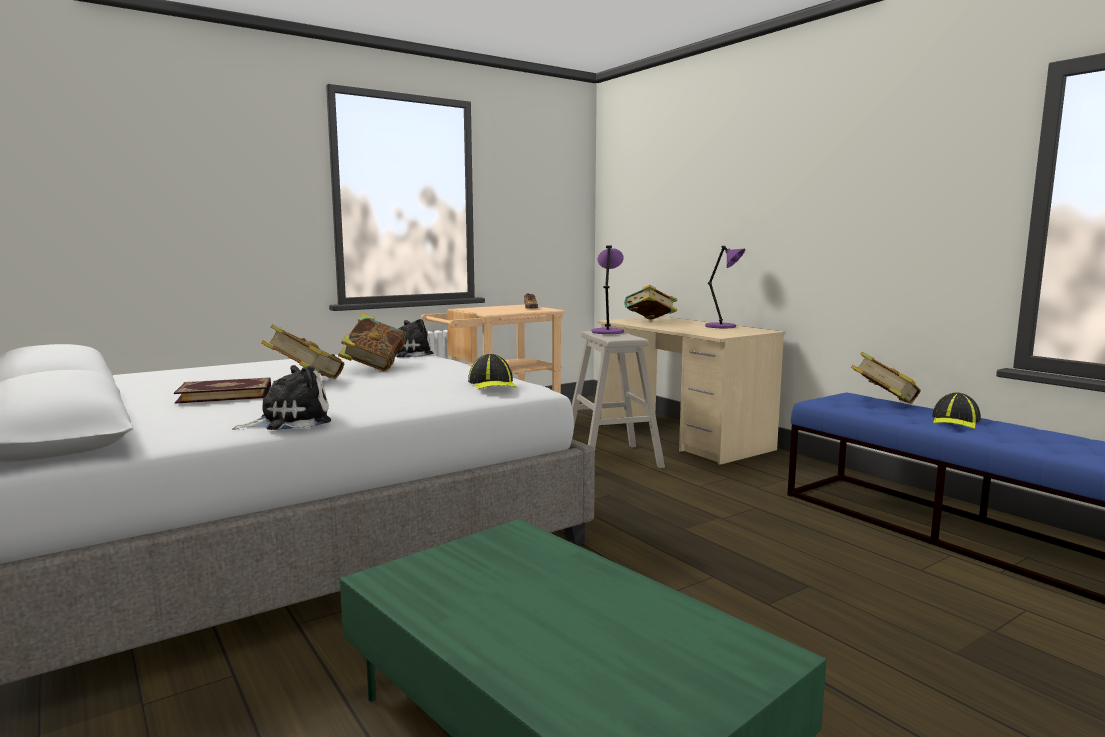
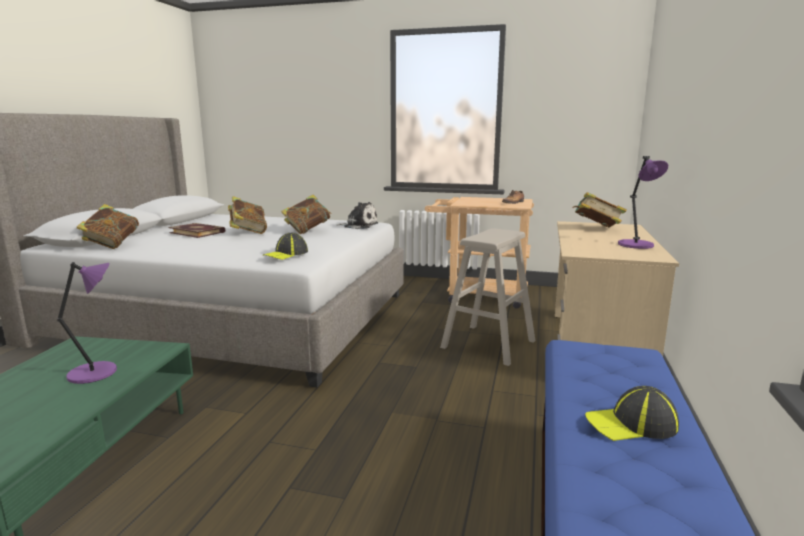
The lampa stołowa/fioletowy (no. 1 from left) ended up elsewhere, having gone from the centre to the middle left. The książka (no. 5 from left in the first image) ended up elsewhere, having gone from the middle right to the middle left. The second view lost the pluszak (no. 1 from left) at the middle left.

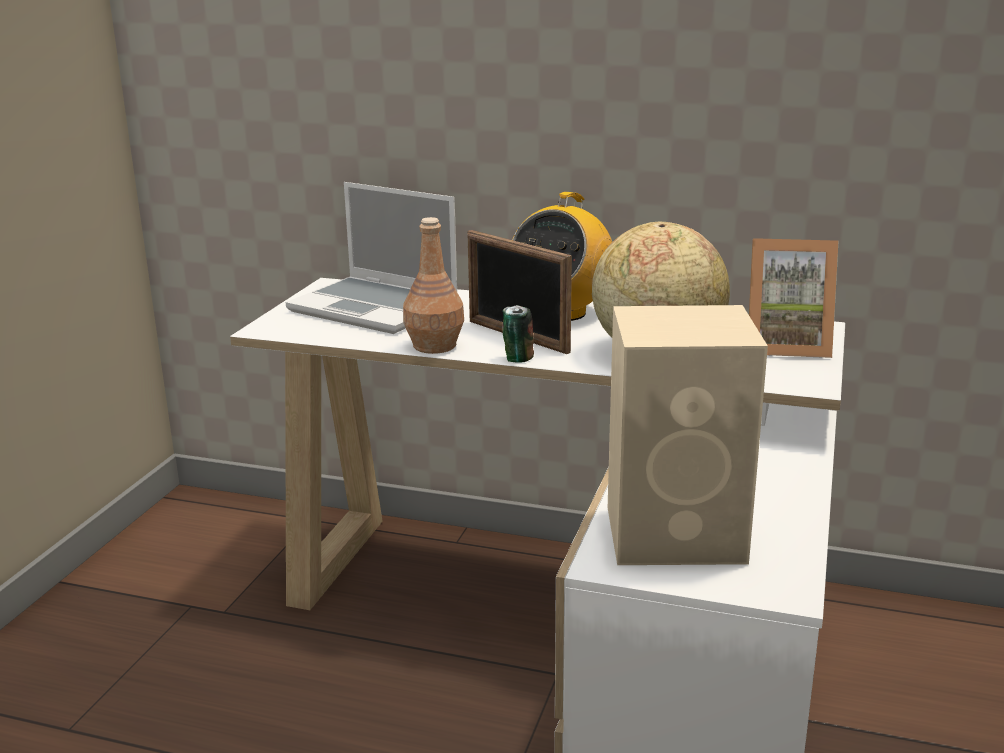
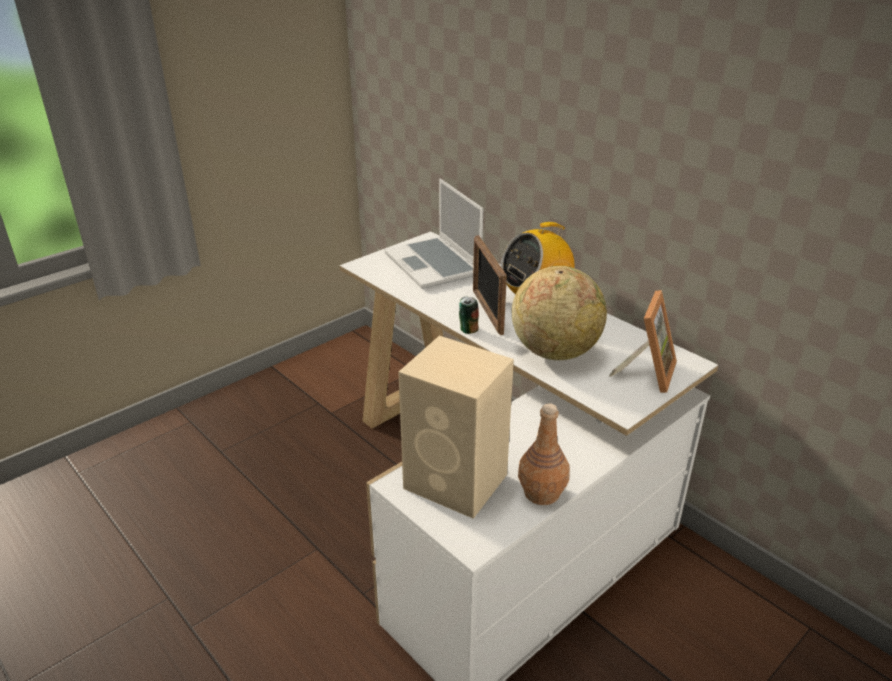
The butelka/brązowy ended up elsewhere, having gone from the centre to the bottom centre. The ramka na zdjęcie (no. 2 from left) at the middle right ended up facing another way, 105 degrees counterclockwise from before.

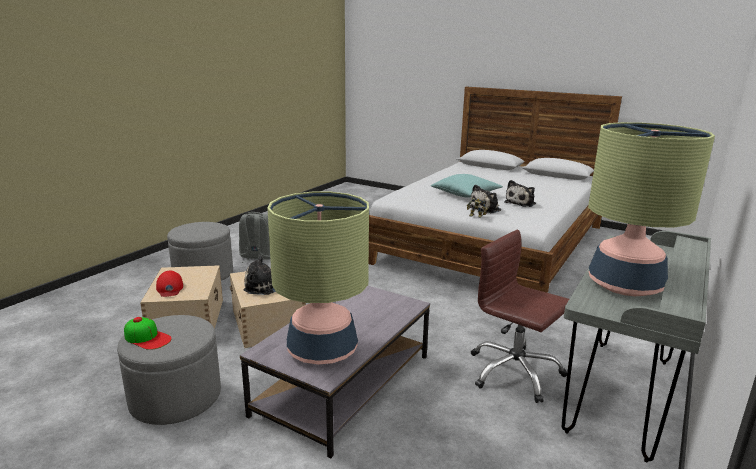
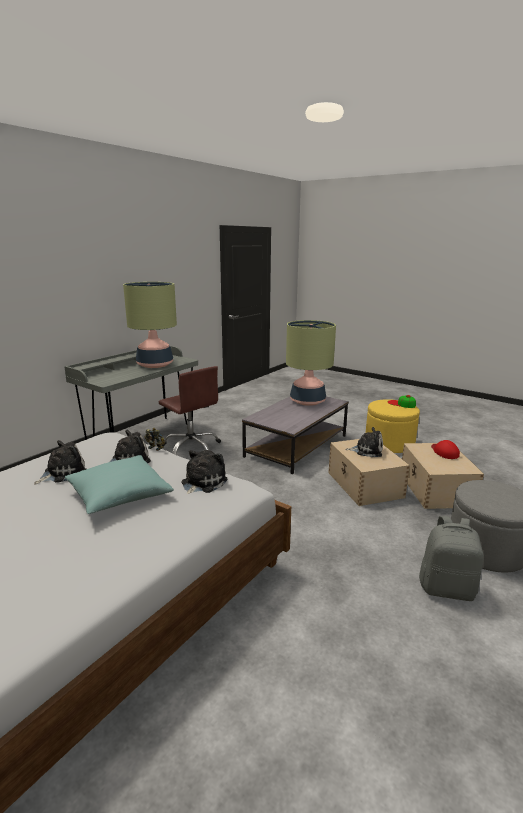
What was the pufa/szary (no. 1 from left) at the bottom left turned into the pufa/żółty at the middle right. The second view gained the pluszak (no. 3 from left) at the centre.

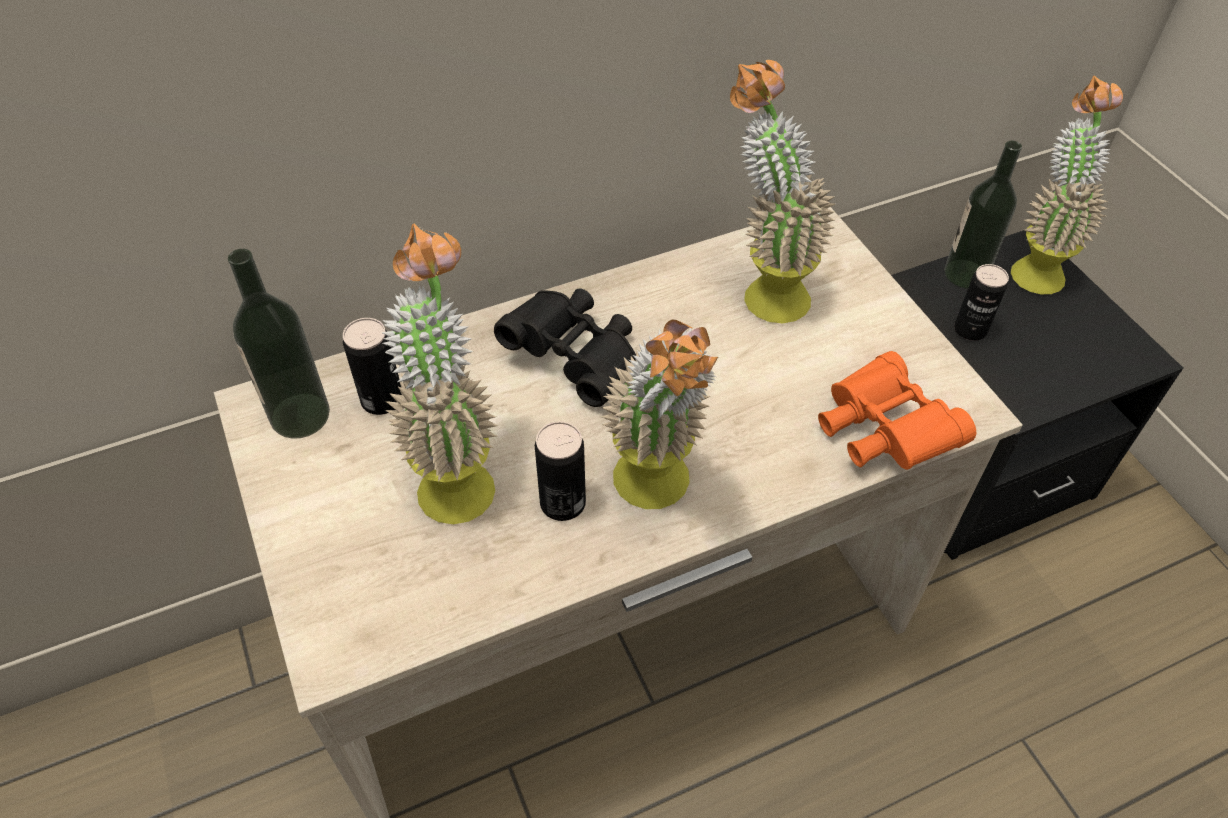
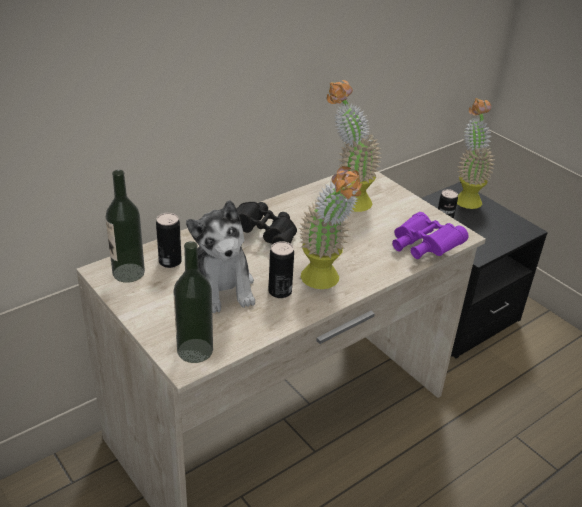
The butelka (no. 2 from left) ended up elsewhere, having gone from the top right to the middle left. Where the roślina doniczkowa (no. 1 from left) stood at the centre, the pluszak came to stand at the centre. What was the lornetka/pomarańczowy at the middle right turned into the lornetka/fioletowy at the middle right.

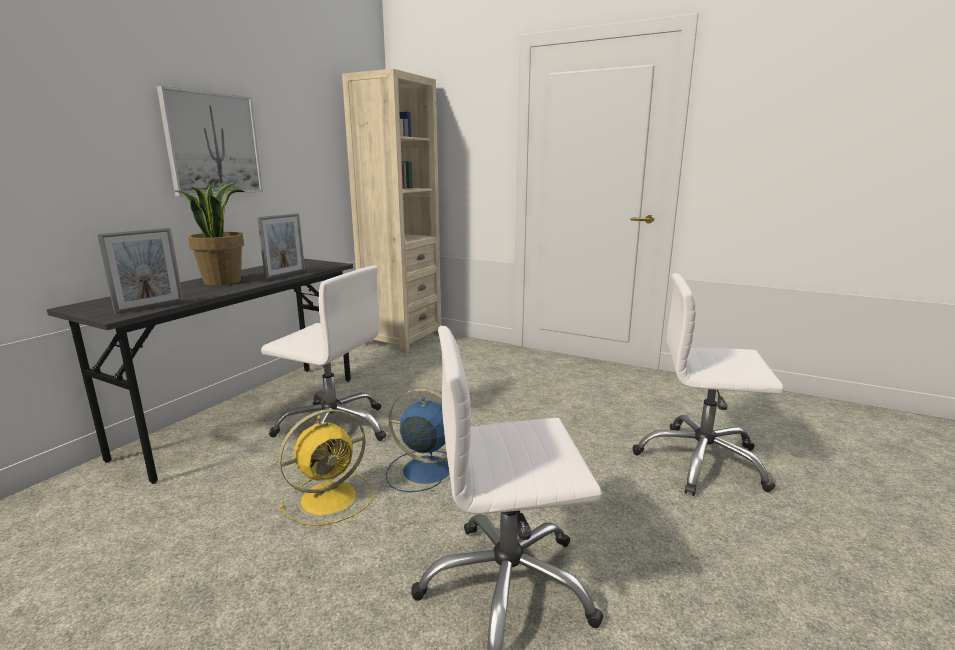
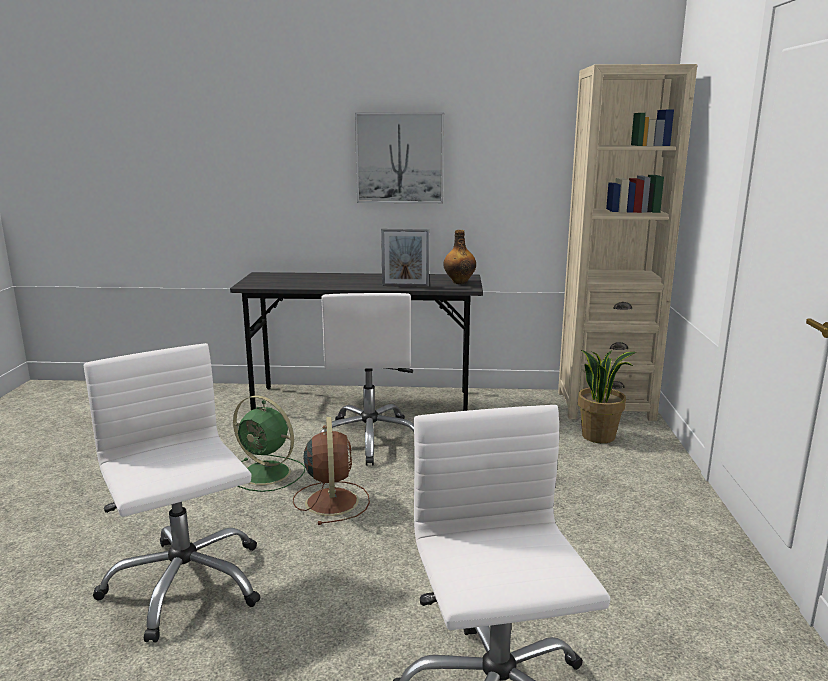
The roślina doniczkowa ended up elsewhere, having gone from the middle left to the middle right. The second view lost the ramka na zdjęcie (no. 1 from left) at the middle left. What was the wentylator/niebieski at the bottom centre turned into the wentylator/brązowy at the bottom centre. What was the wentylator/żółty at the bottom centre turned into the wentylator/zielony at the middle left. The second view gained the butelka at the centre.

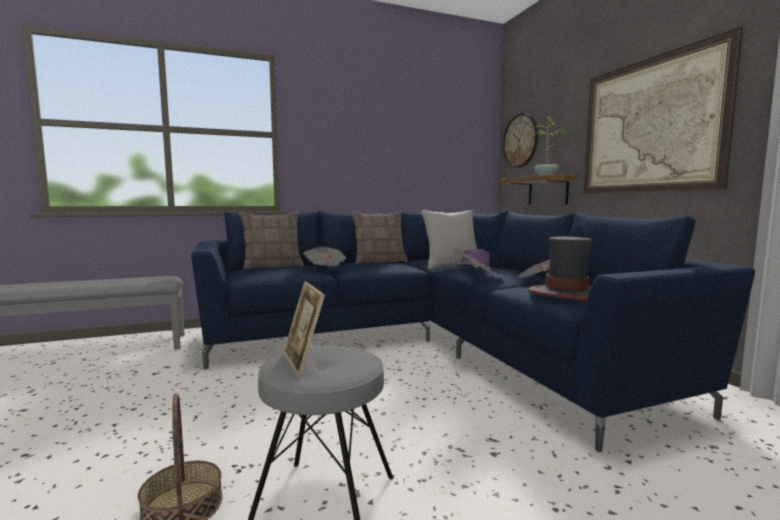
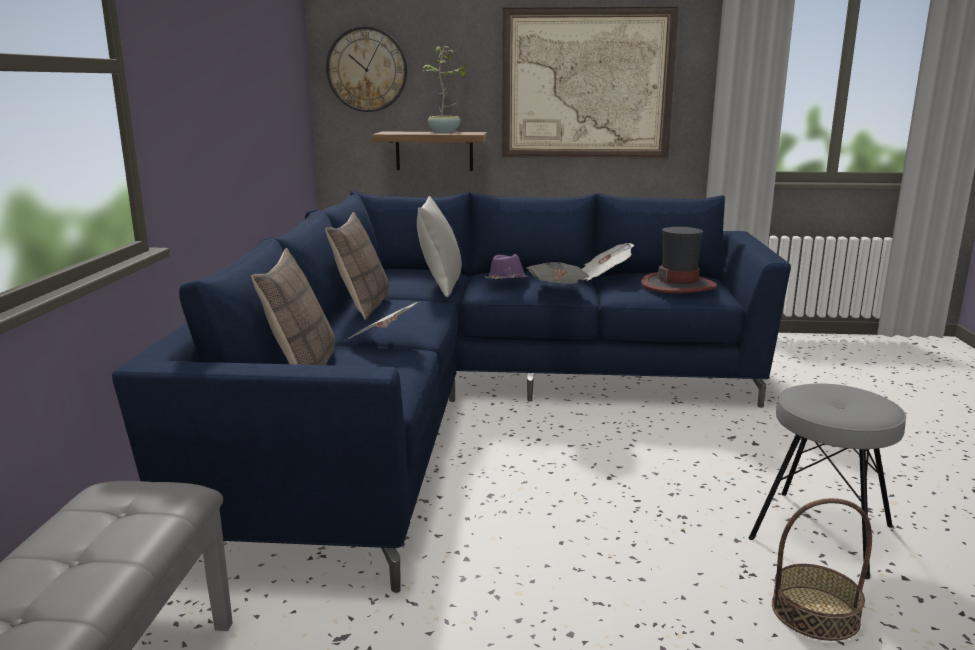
The second view lost the ramka na zdjęcie at the centre.

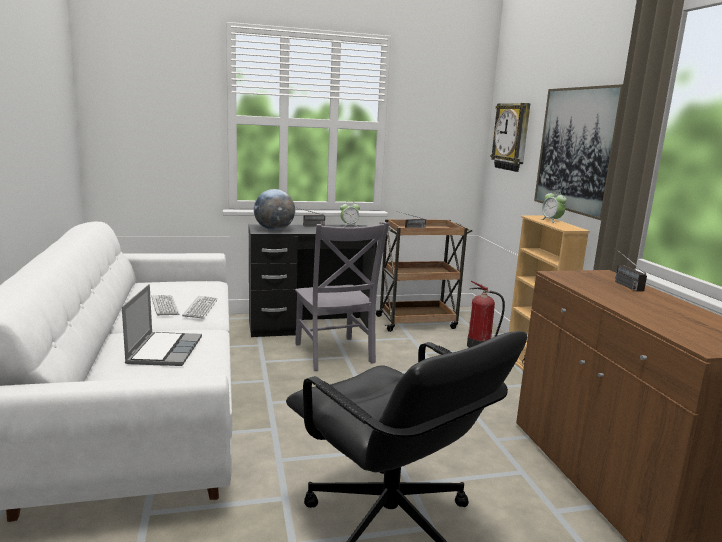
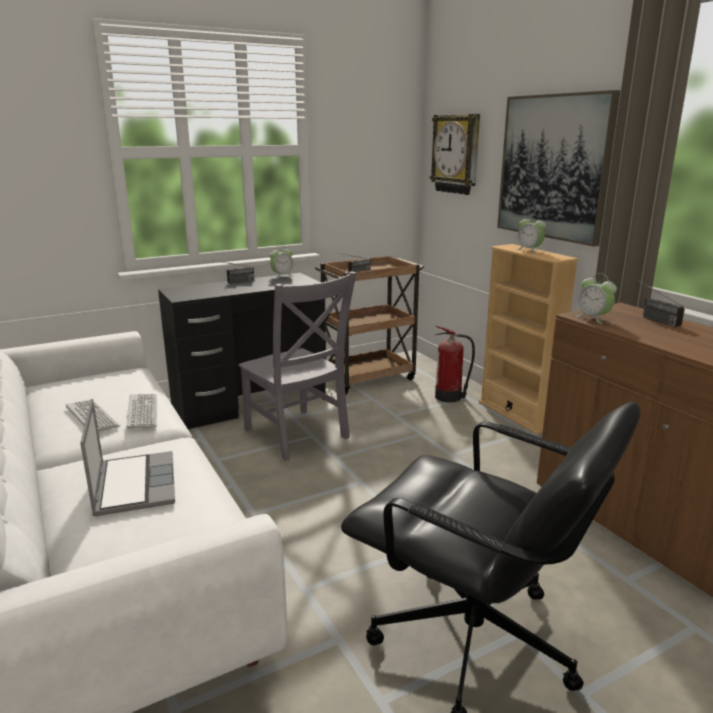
The second view lost the globus at the centre. The second view gained the budzik (no. 3 from left) at the middle right.

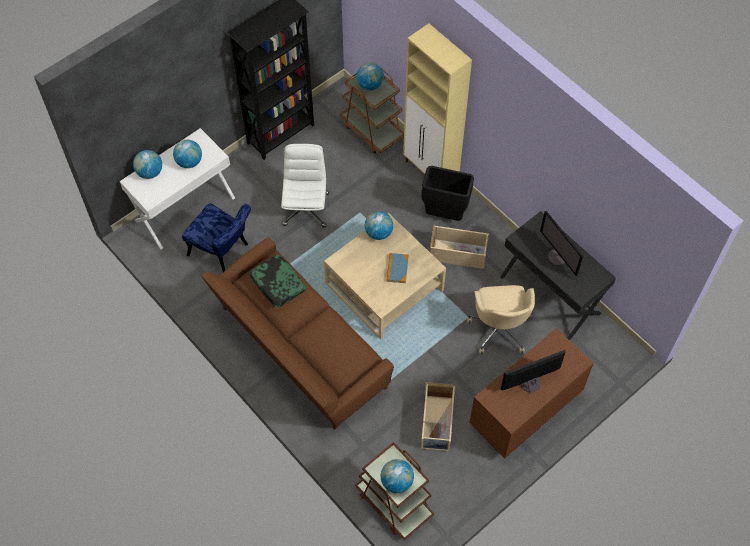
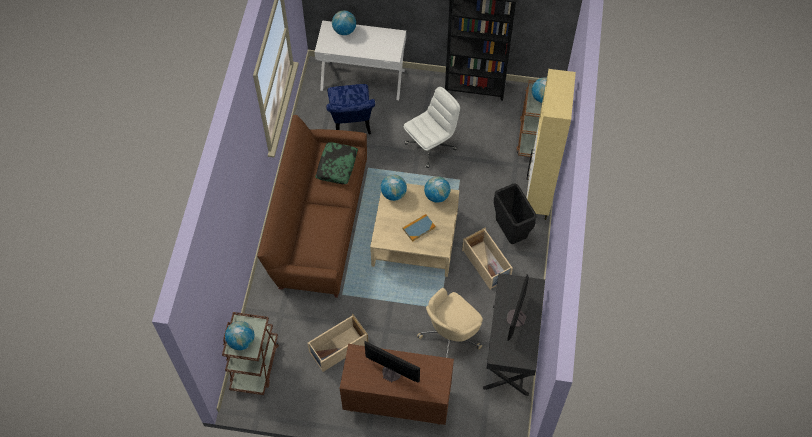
The globus (no. 2 from left in the first image) ended up elsewhere, having gone from the top left to the centre.

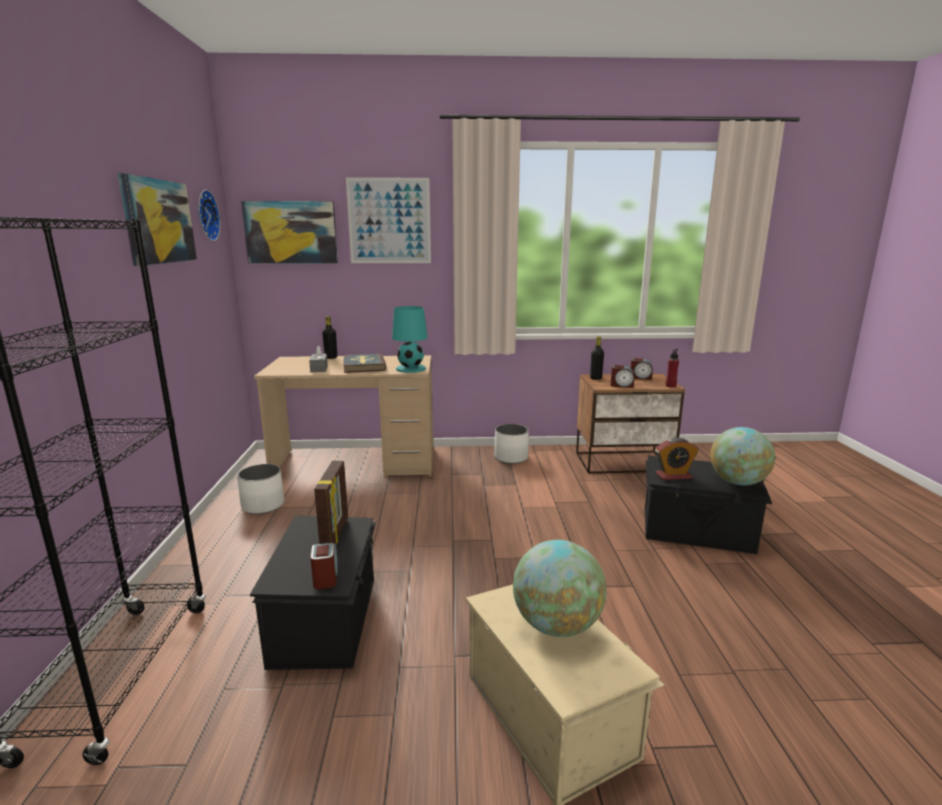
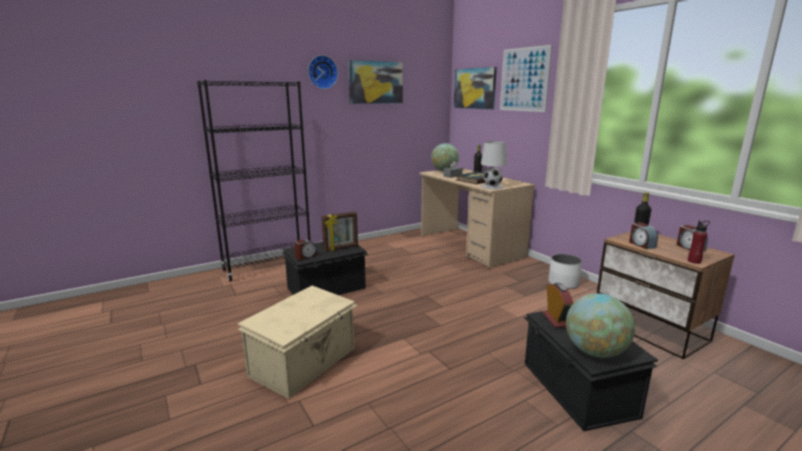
The zegar ścienny ended up elsewhere, having gone from the top left to the top centre. What was the lampa stołowa/turkusowy at the centre turned into the lampa stołowa/biały at the centre. The budzik (no. 4 from left in the first image) at the middle right ended up facing another way, 150 degrees counterclockwise from before. The second view lost the donica/biały (no. 1 from left) at the middle left. The globus (no. 1 from left) ended up elsewhere, having gone from the bottom centre to the centre.

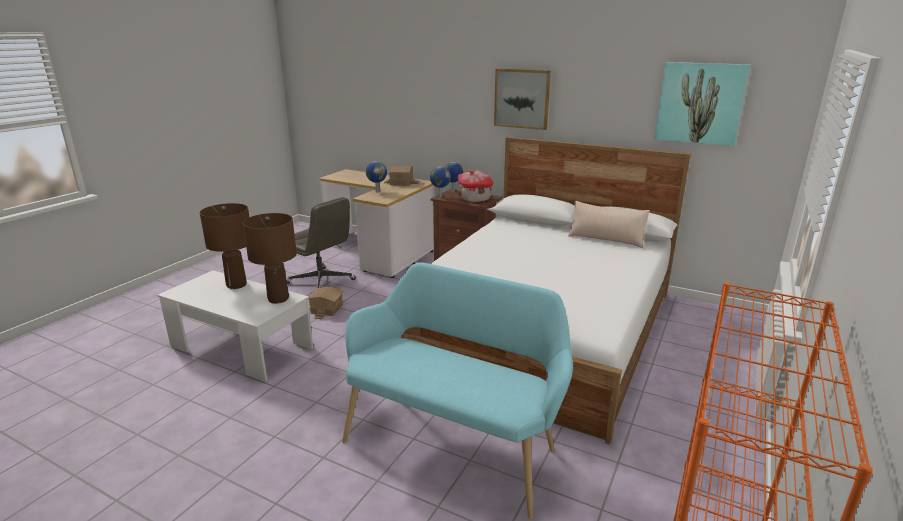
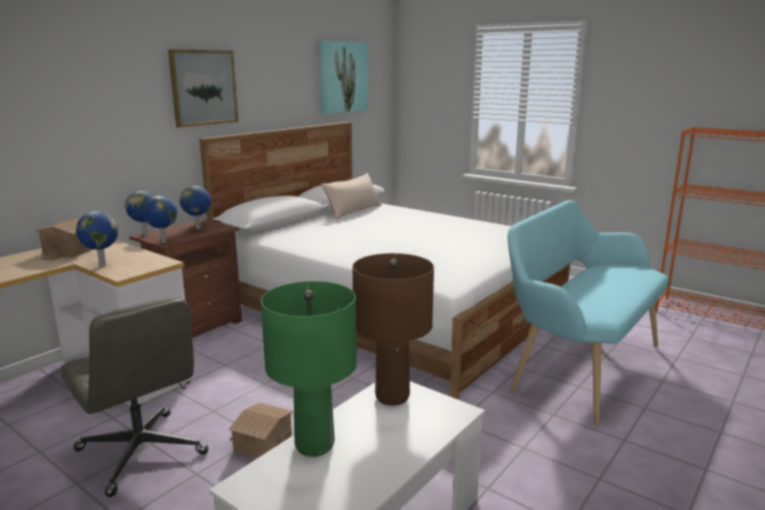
Where the domek (no. 3 from left) stood at the centre, the globus (no. 4 from left) came to stand at the middle left. The krzesło biurowe/szary at the centre ended up facing another way, 90 degrees clockwise from before. What was the lampa stołowa/brązowy (no. 1 from left) at the middle left turned into the lampa stołowa/zielony at the bottom centre.

